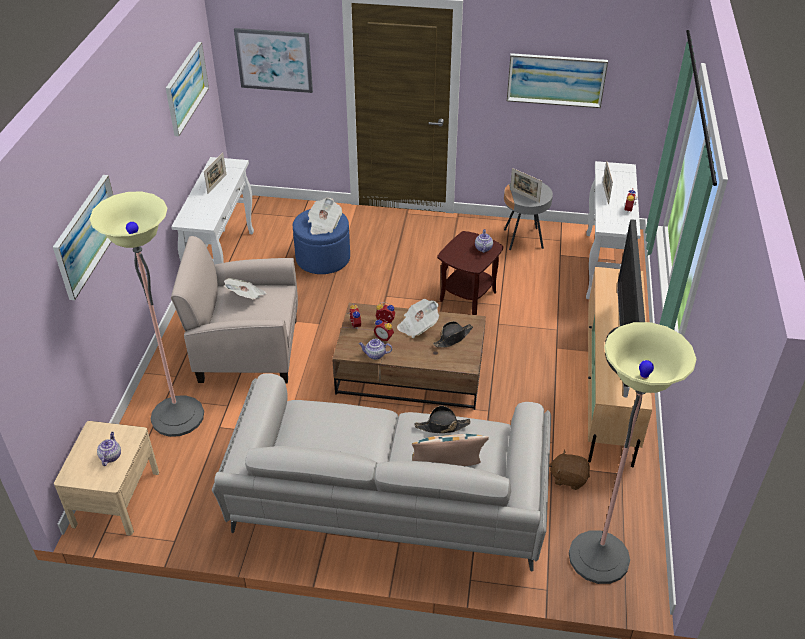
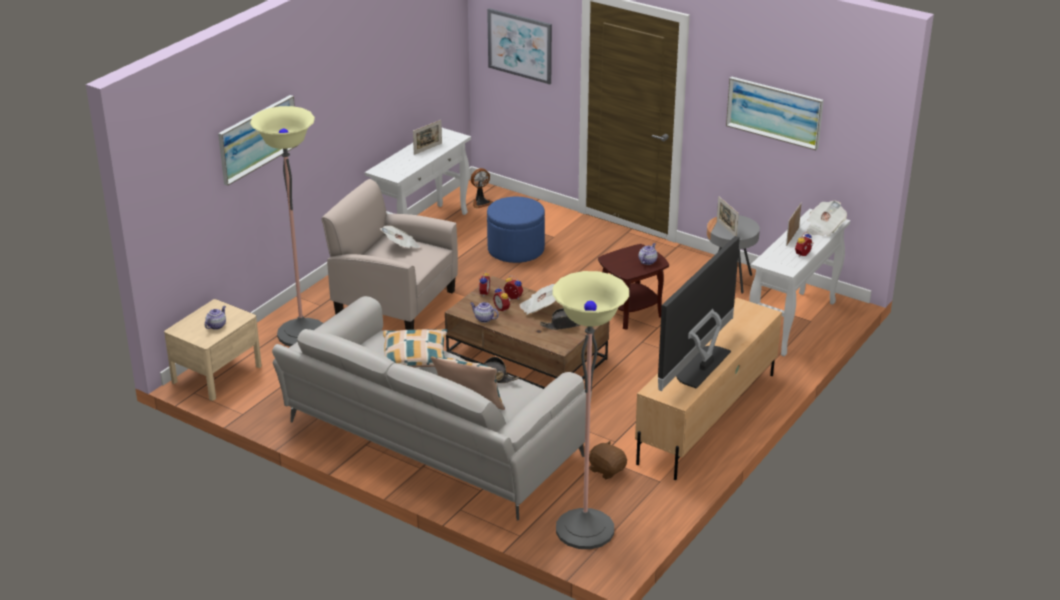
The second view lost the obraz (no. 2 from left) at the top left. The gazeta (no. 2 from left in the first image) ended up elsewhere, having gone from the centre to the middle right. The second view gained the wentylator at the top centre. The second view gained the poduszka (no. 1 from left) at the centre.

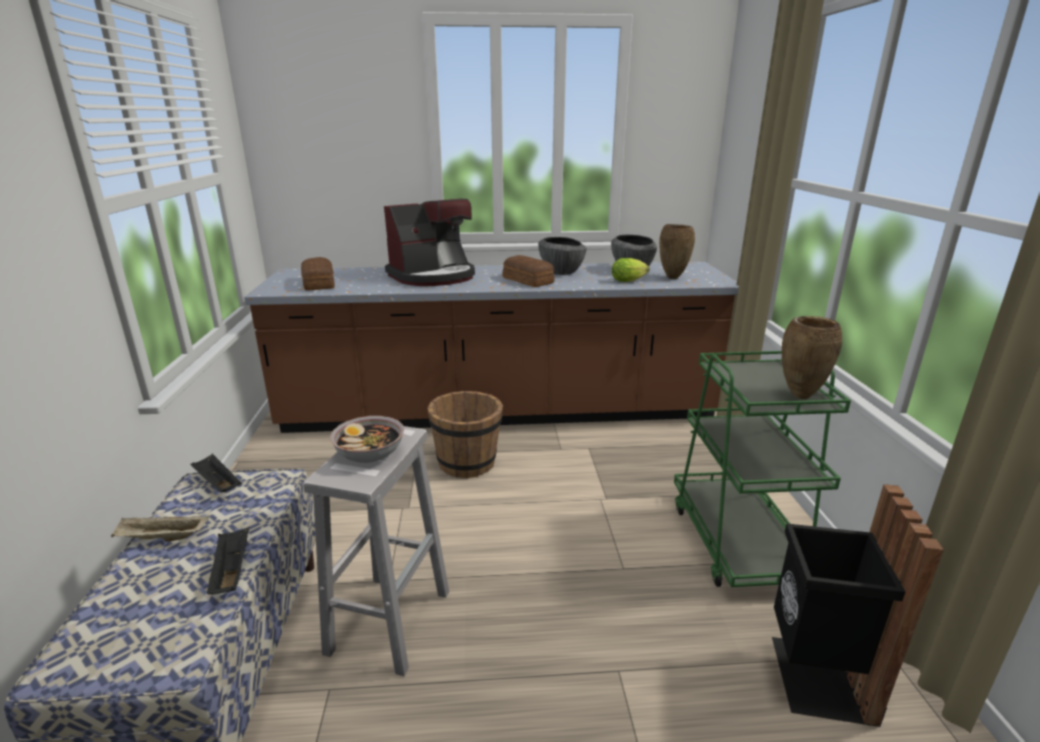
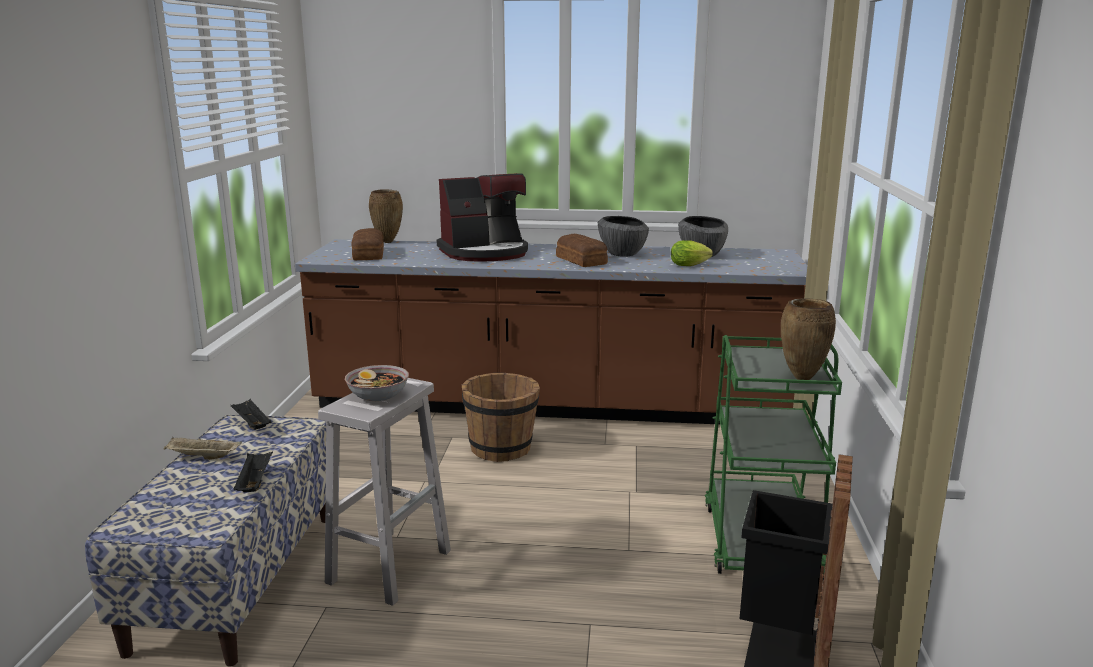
The wazon/brązowy (no. 1 from left) ended up elsewhere, having gone from the centre to the top centre.

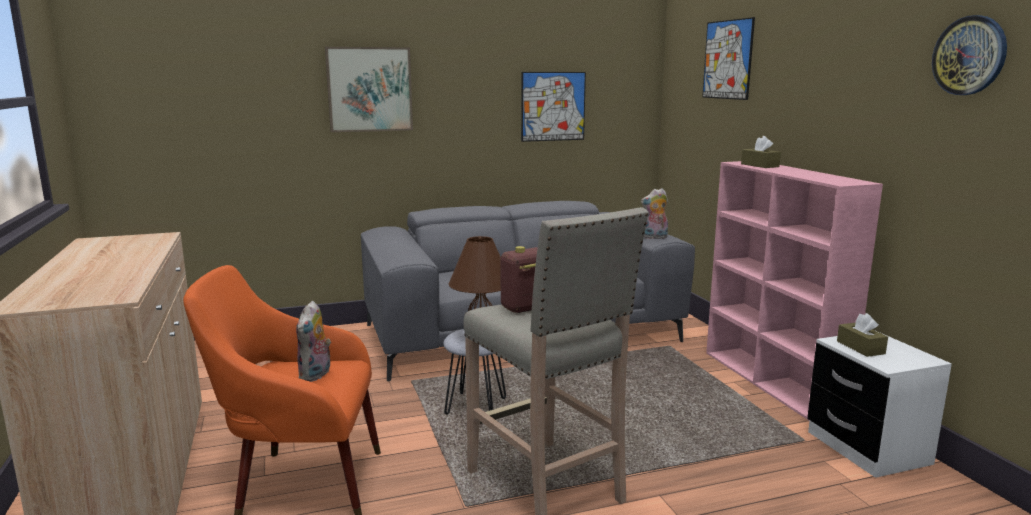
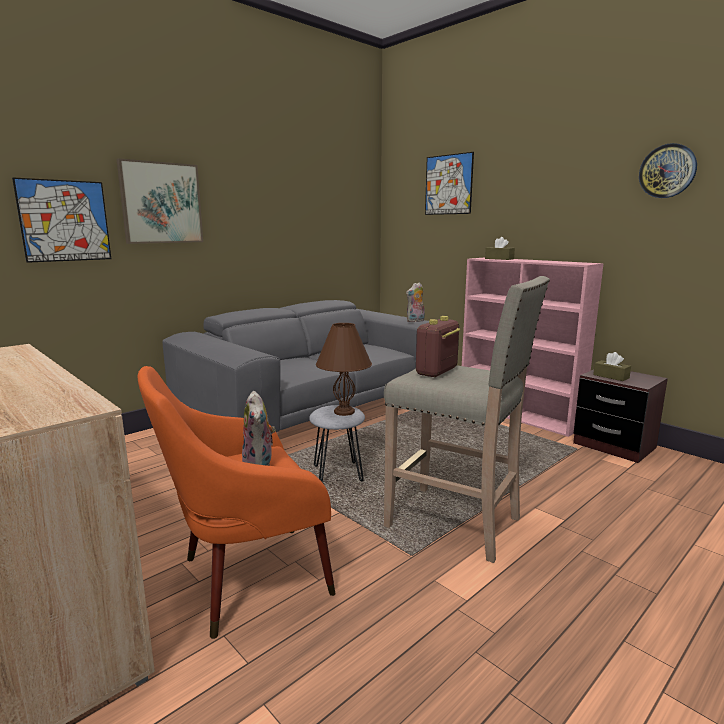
The obraz (no. 2 from left in the first image) ended up elsewhere, having gone from the top centre to the top left. What was the szafka nocna/biały at the bottom right turned into the szafka nocna/brązowy at the middle right.

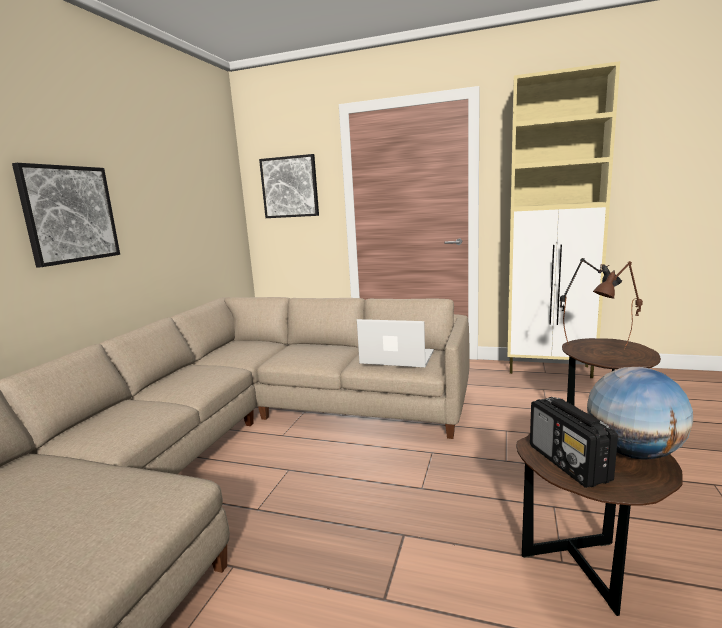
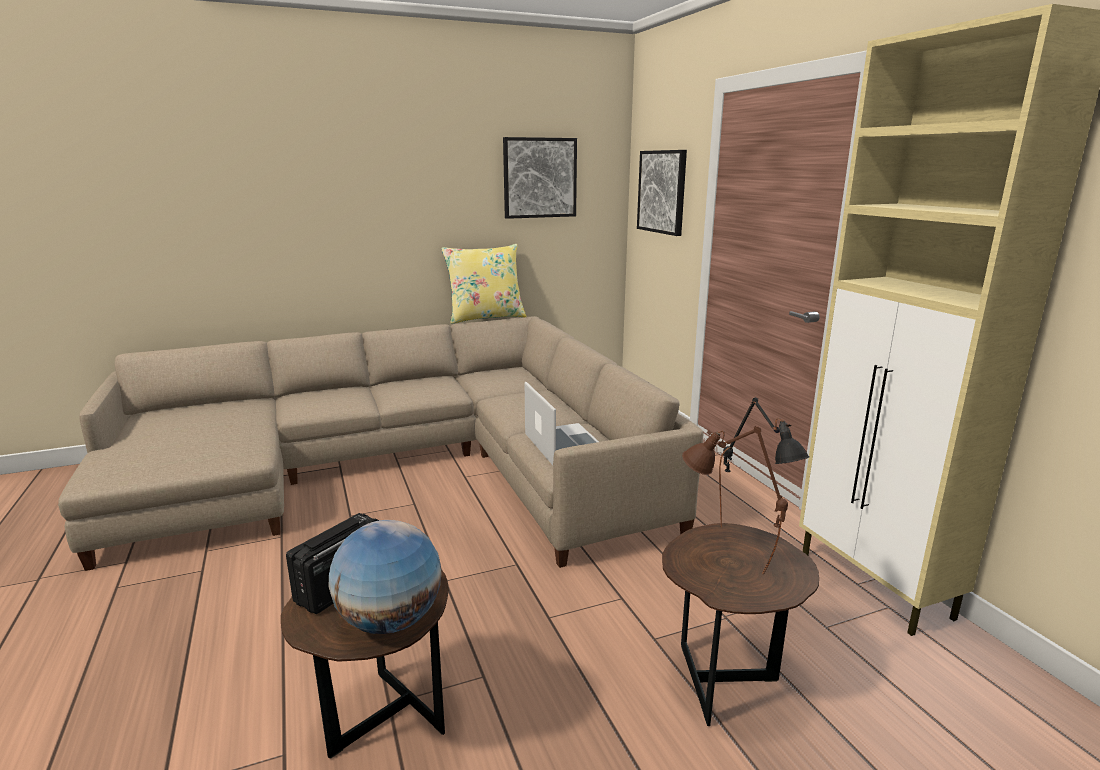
The obraz (no. 1 from left) ended up elsewhere, having gone from the middle left to the top centre. The second view gained the poduszka/żółty at the centre.

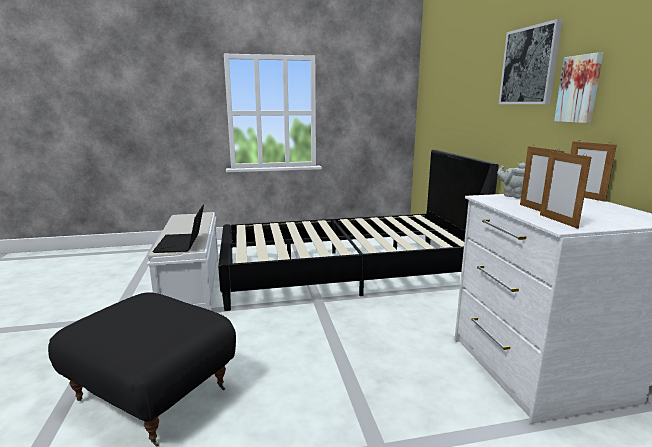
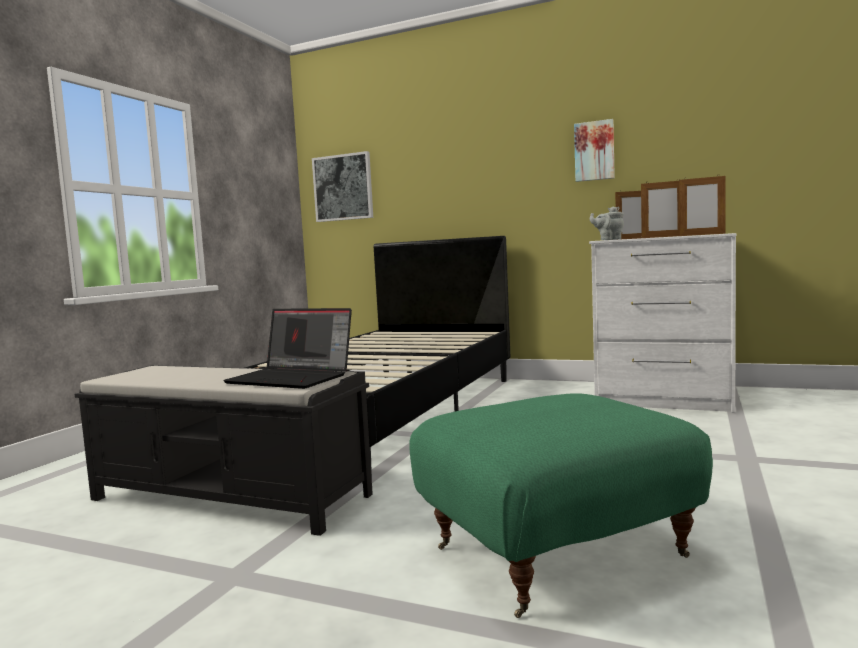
The obraz (no. 1 from left) ended up elsewhere, having gone from the top right to the top centre. What was the ławka/biały at the middle left turned into the ławka/czarny at the bottom left. What was the pufa/czarny at the bottom left turned into the pufa/zielony at the bottom centre.

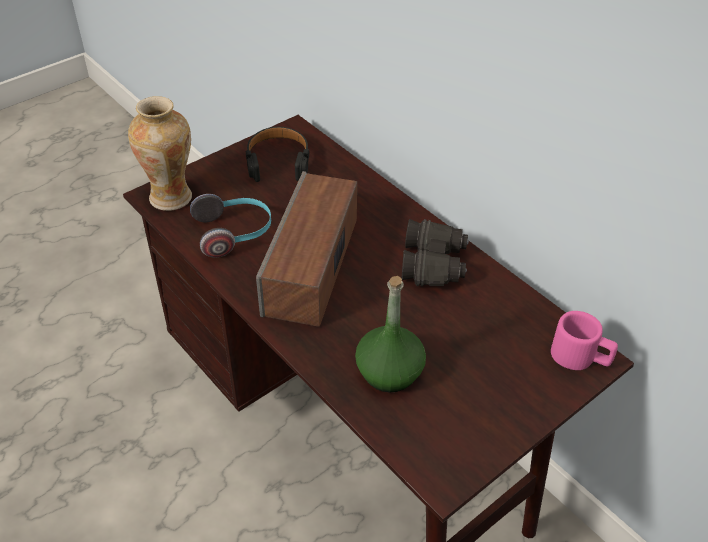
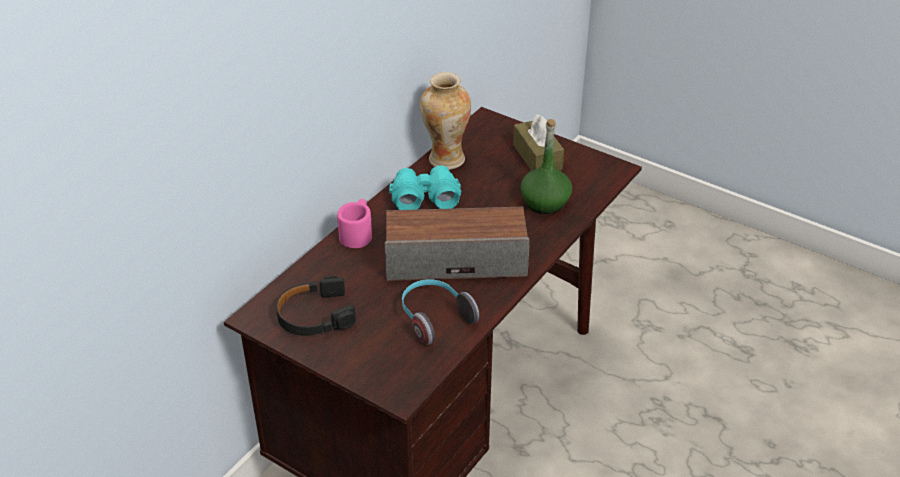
The wazon ended up elsewhere, having gone from the top left to the top centre. What was the lornetka/czarny at the centre turned into the lornetka/turkusowy at the centre. The kubek/różowy ended up elsewhere, having gone from the middle right to the centre. The second view gained the pudełko chusteczek/brązowy at the top centre.

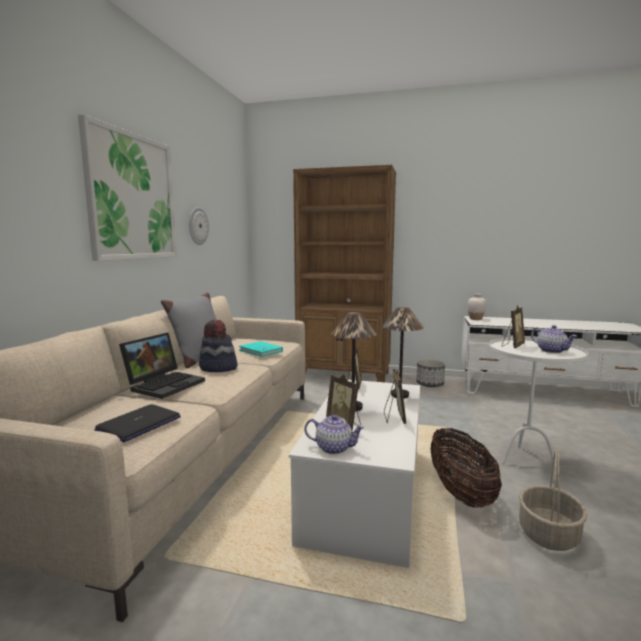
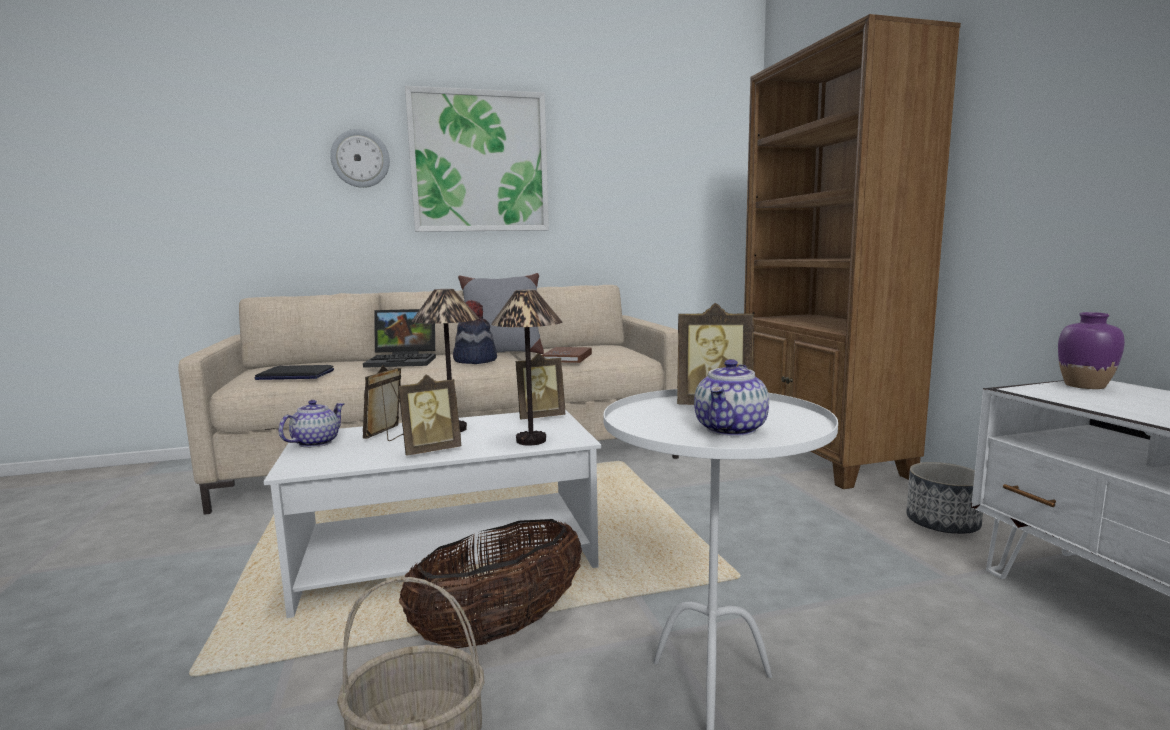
The zegar ścienny ended up elsewhere, having gone from the middle left to the top left. What was the wazon/biały at the middle right turned into the wazon/fioletowy at the middle right. What was the książka/turkusowy at the centre turned into the książka/brązowy at the centre. The imbryk (no. 1 from left) at the bottom centre ended up facing another way, 135 degrees counterclockwise from before.

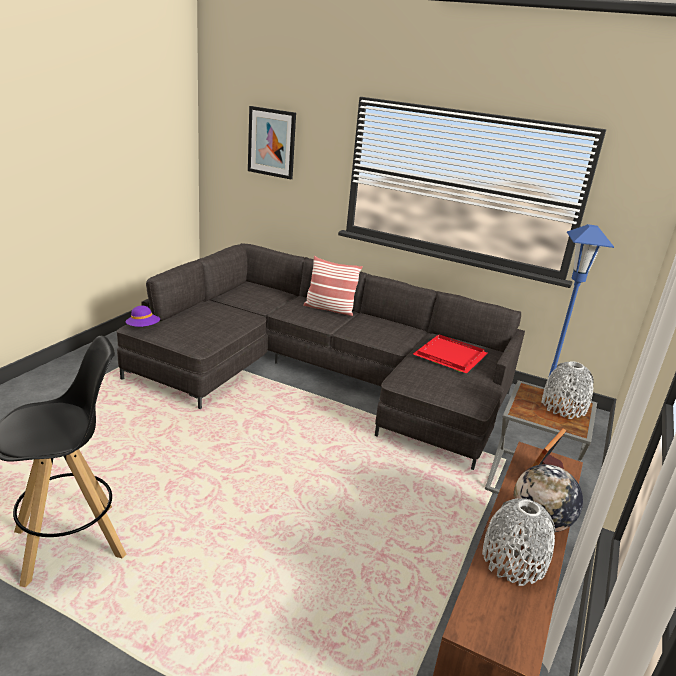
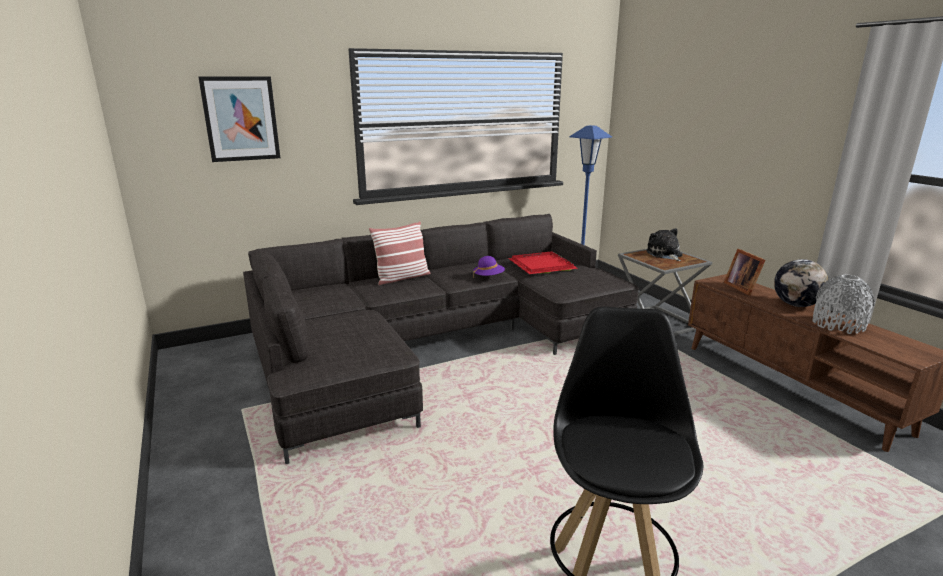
The kapelusz/fioletowy ended up elsewhere, having gone from the middle left to the centre. Where the wazon/szary (no. 2 from left) stood at the middle right, the pluszak came to stand at the middle right.

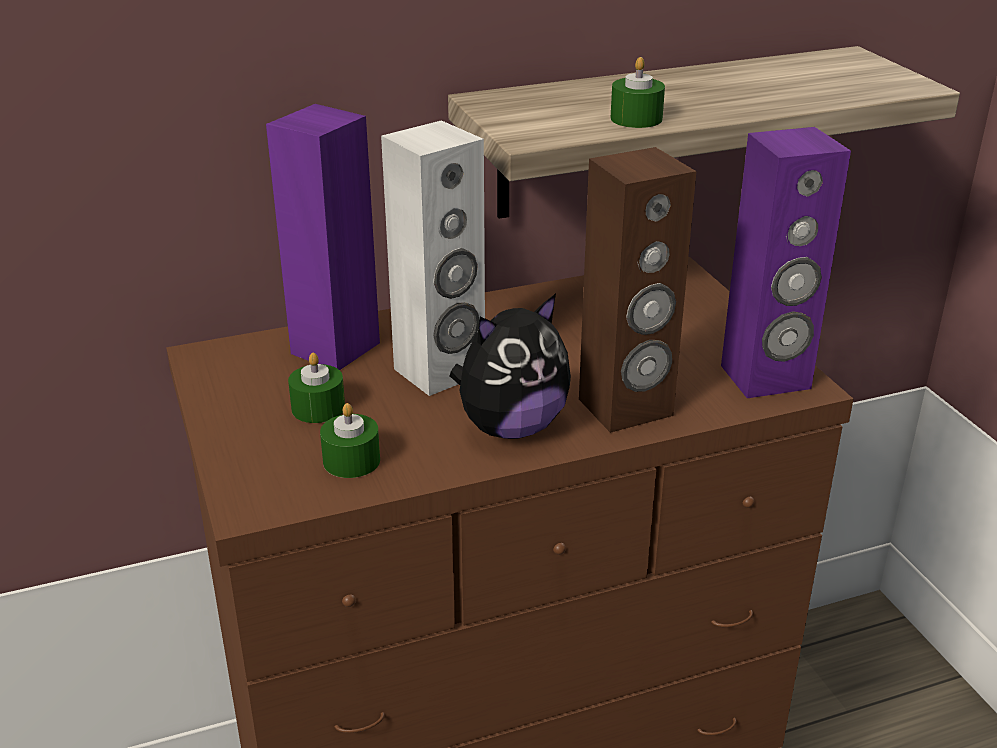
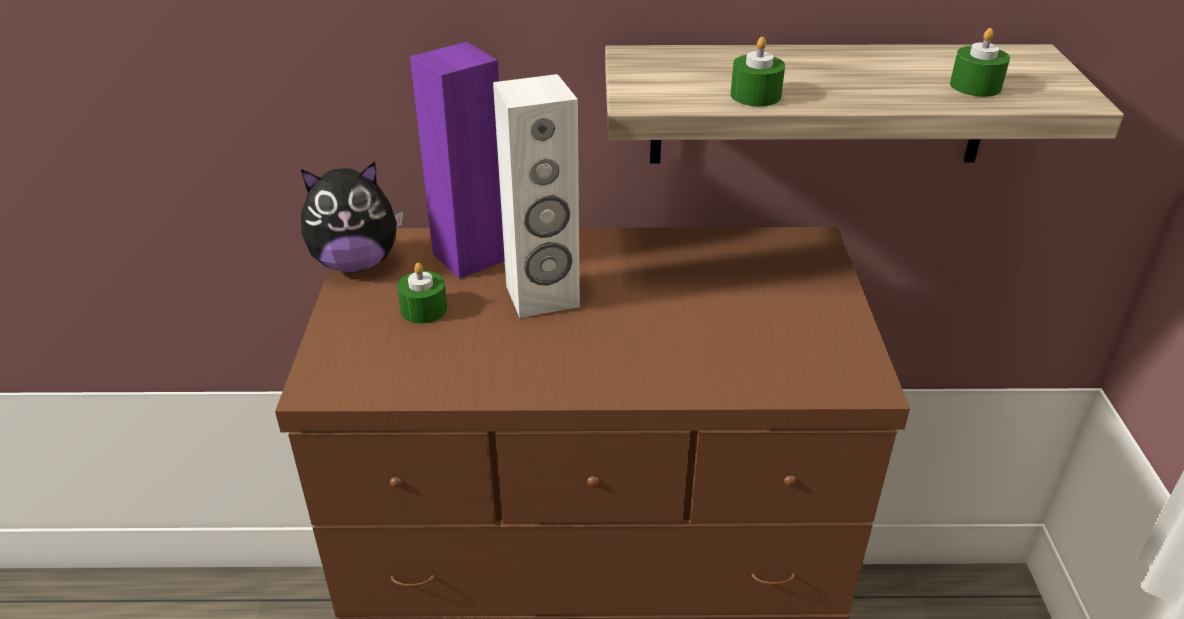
The second view lost the głośnik/fioletowy (no. 2 from left) at the middle right. The second view lost the głośnik/brązowy at the centre. The pluszak ended up elsewhere, having gone from the centre to the middle left. The świeca/zielony (no. 2 from left in the first image) ended up elsewhere, having gone from the centre to the top right.

